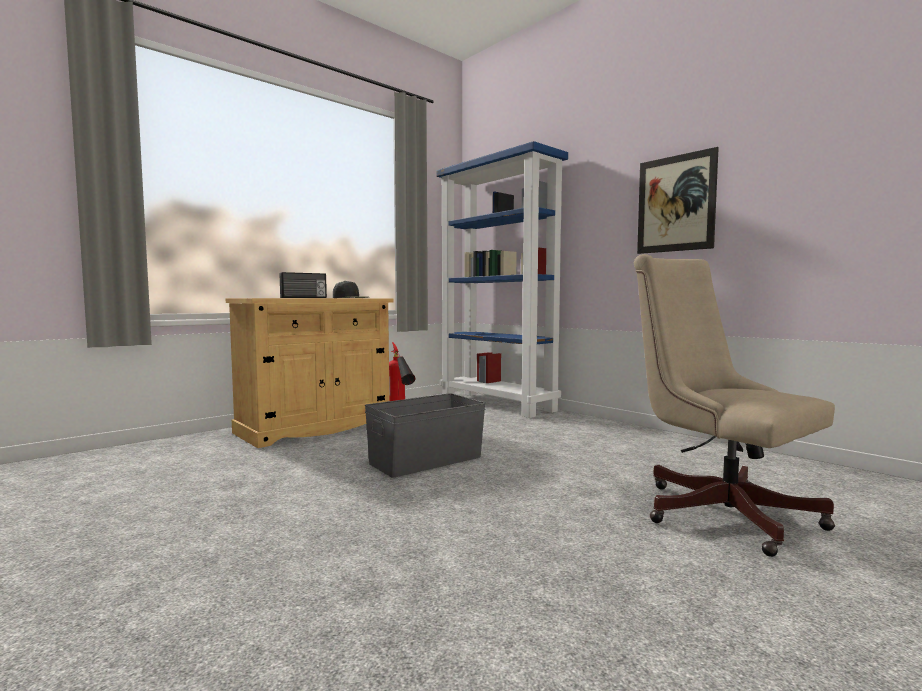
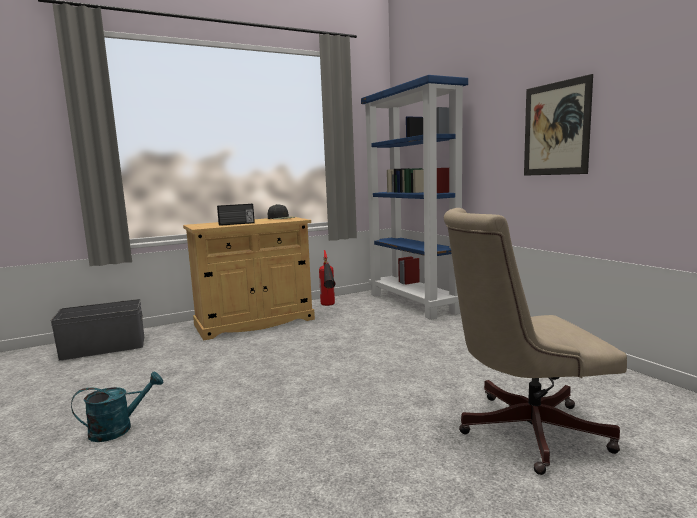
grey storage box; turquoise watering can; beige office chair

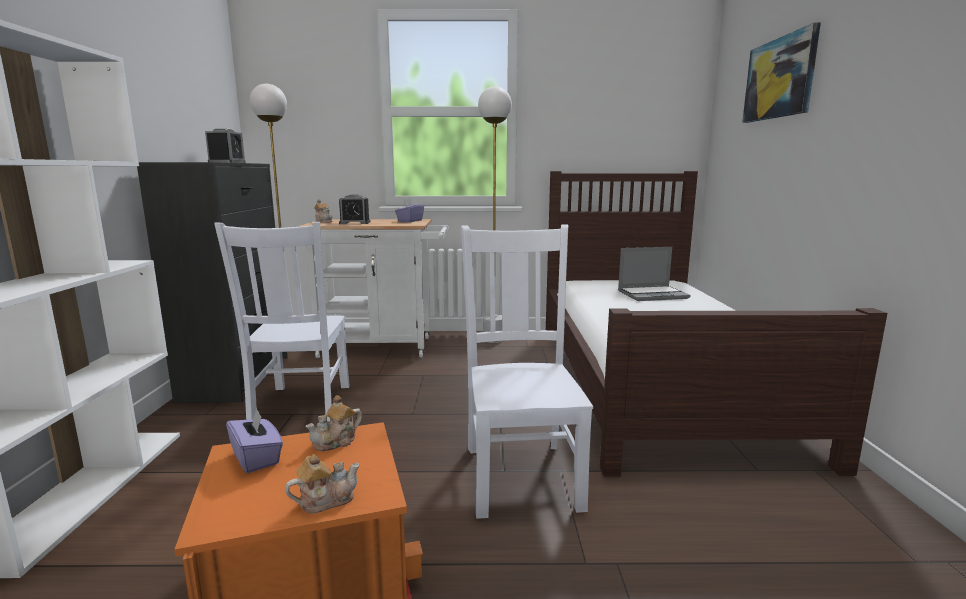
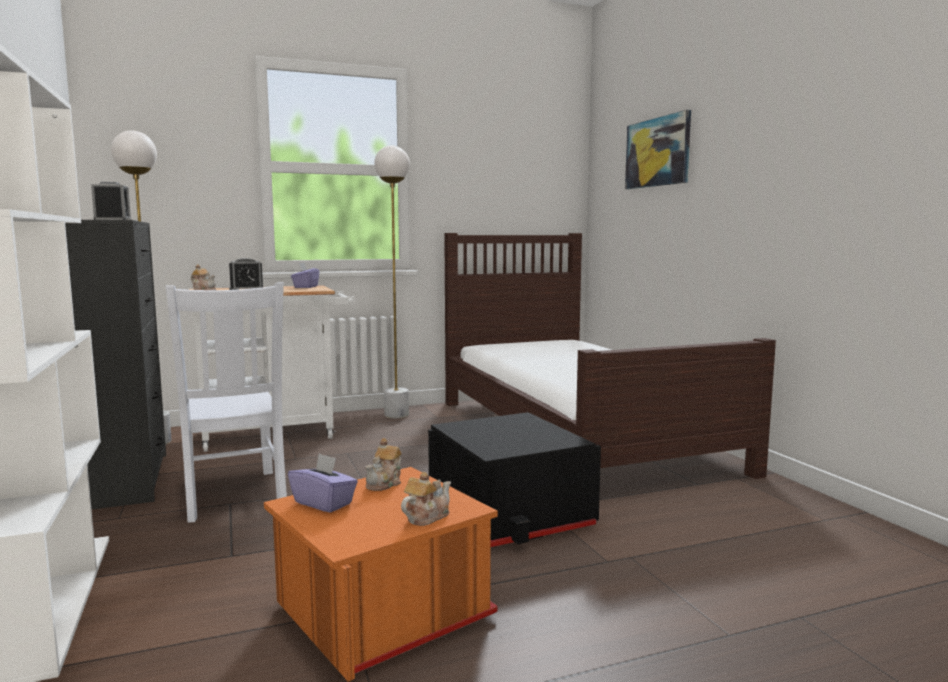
black storage box; laptop

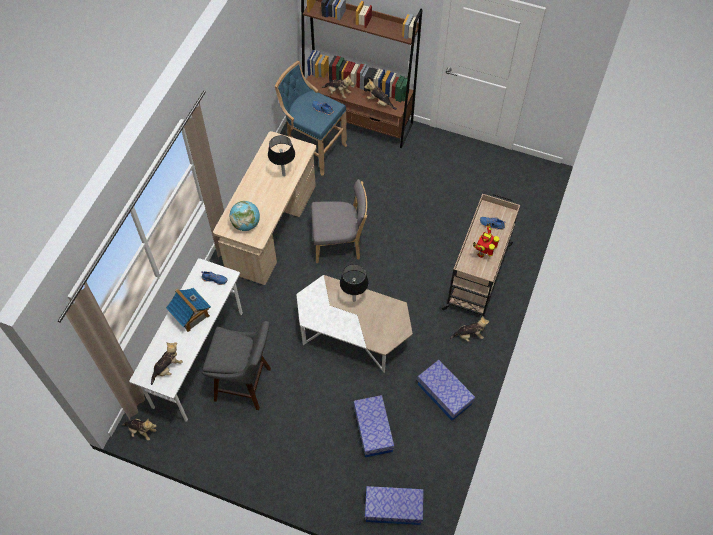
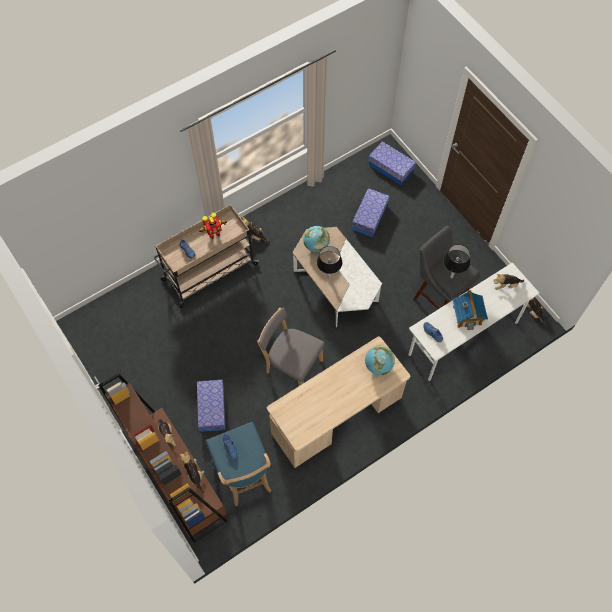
storage box (no. 1 from left); globe (no. 1 from left); black table lamp (no. 2 from left)

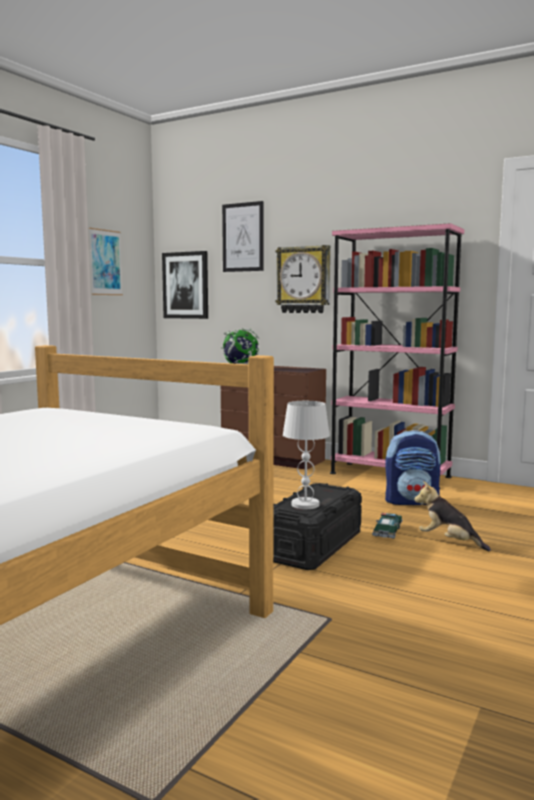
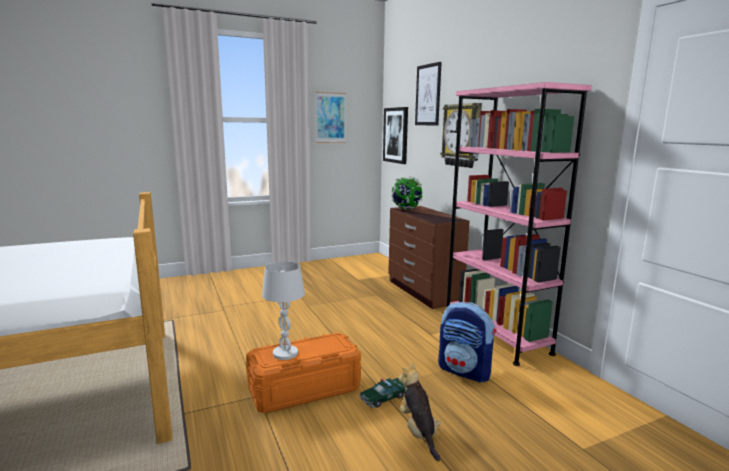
orange storage box

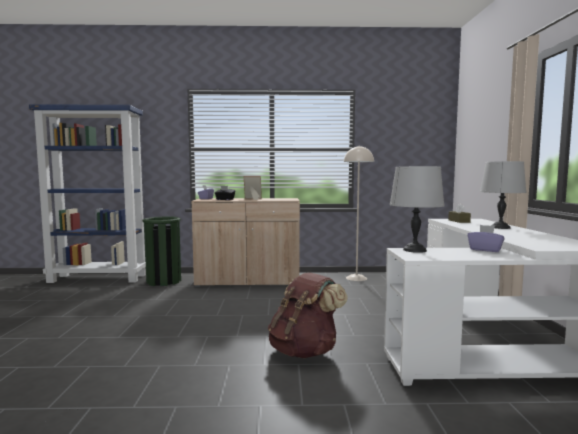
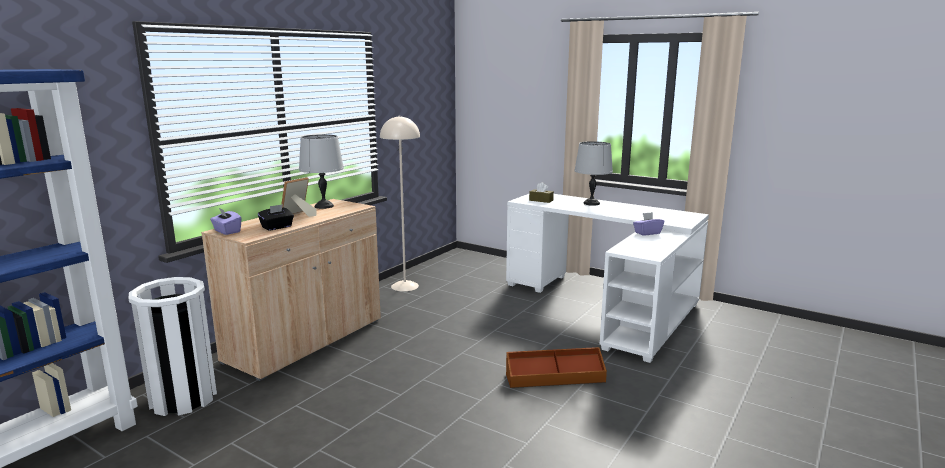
white trash can; grey table lamp (no. 1 from left); brown storage box

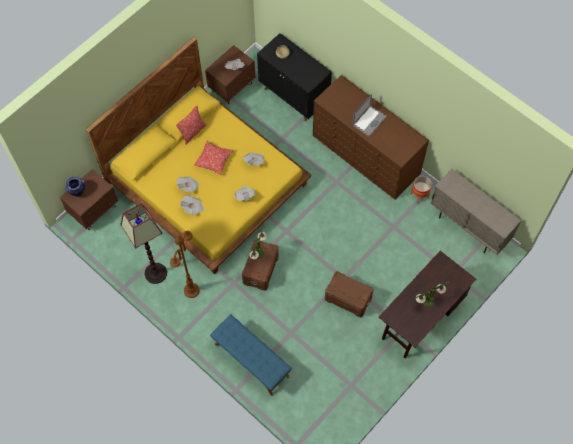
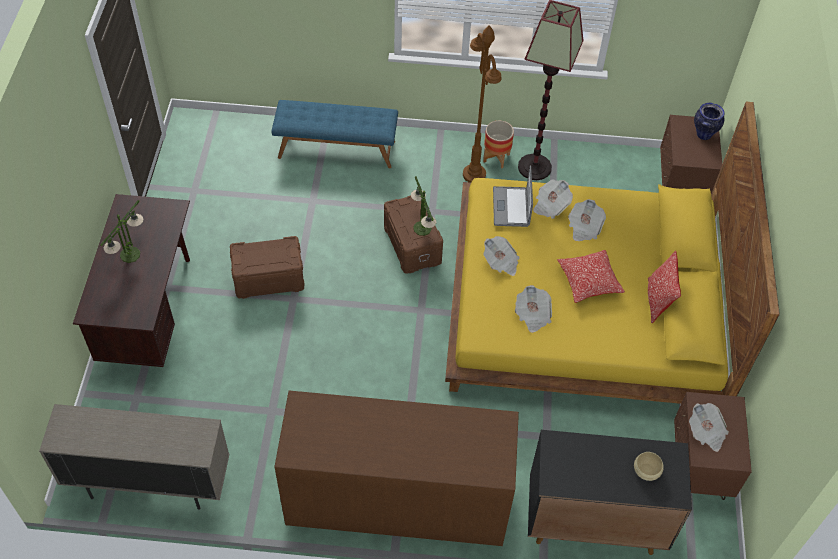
planter; laptop

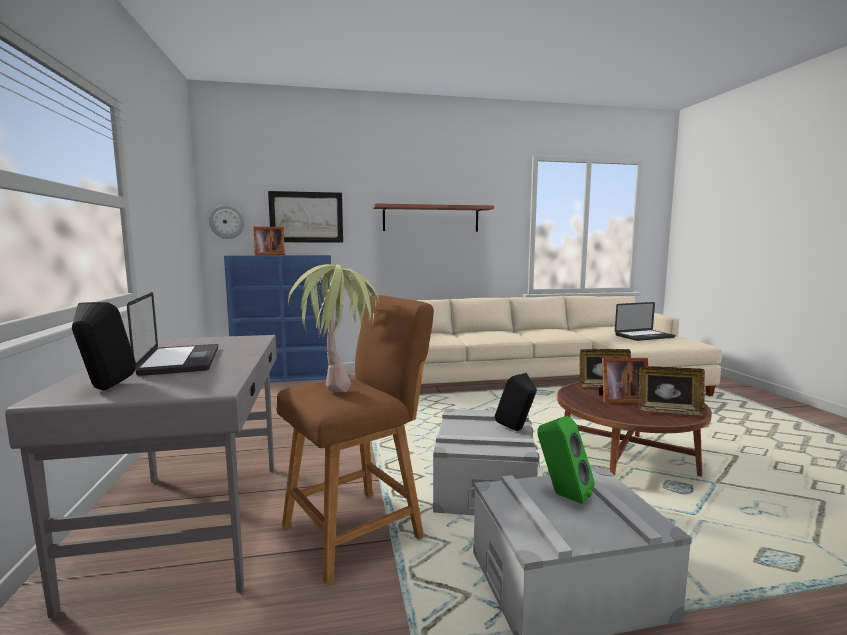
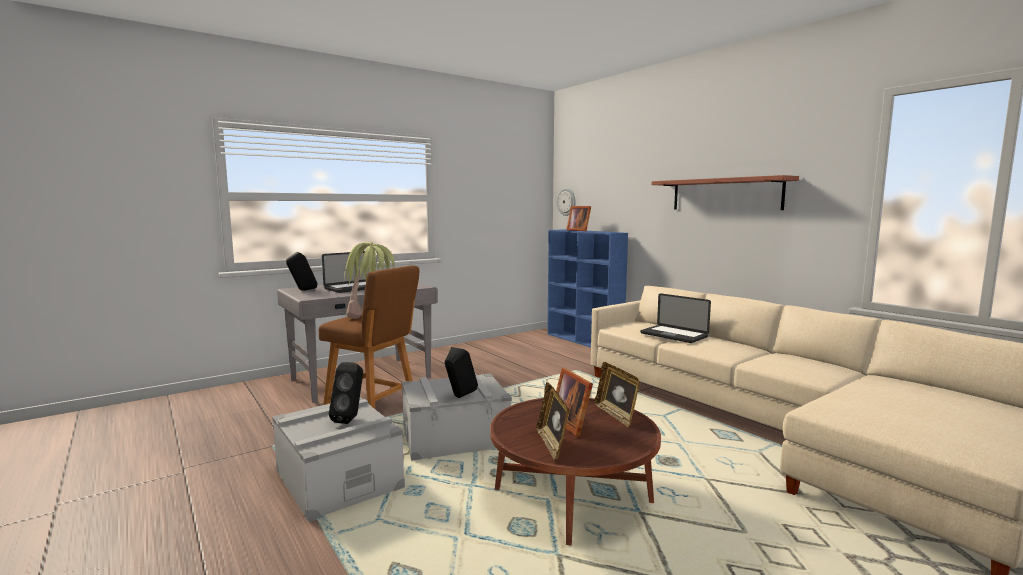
black speaker (no. 2 from left); laptop (no. 2 from left); picture

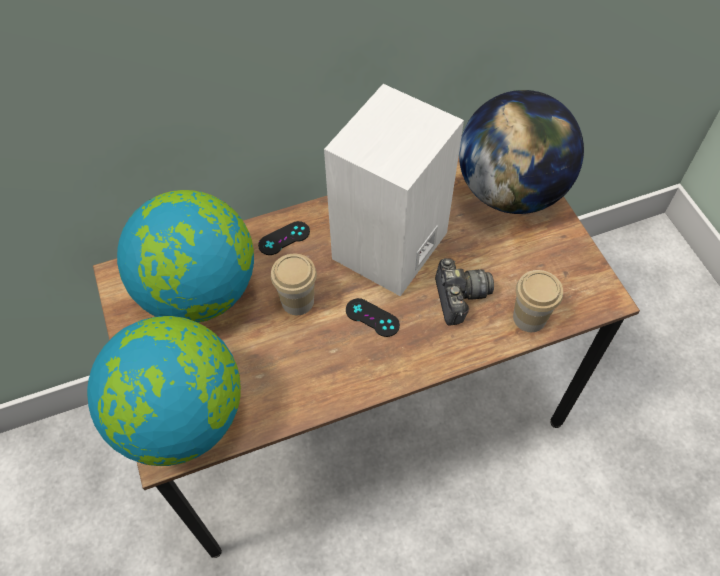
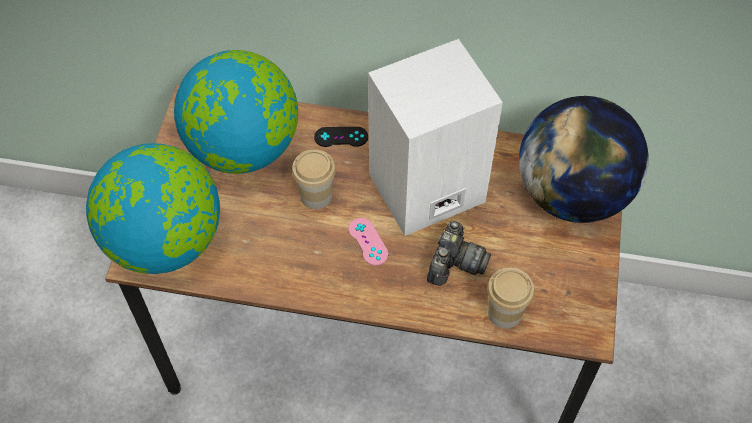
pink game controller

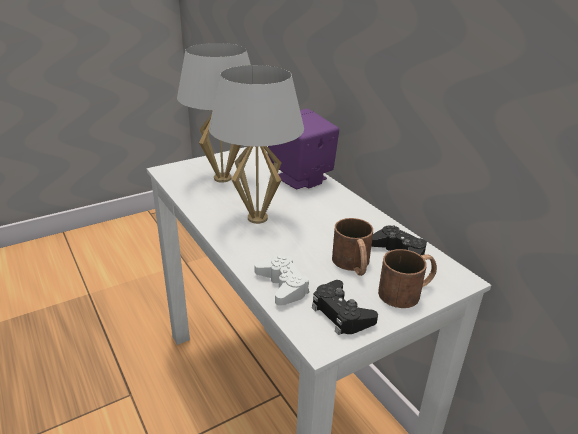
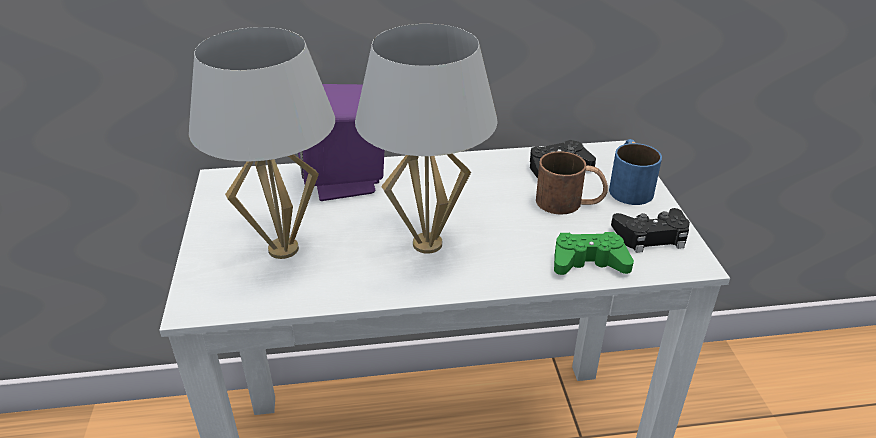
green game controller; blue mug

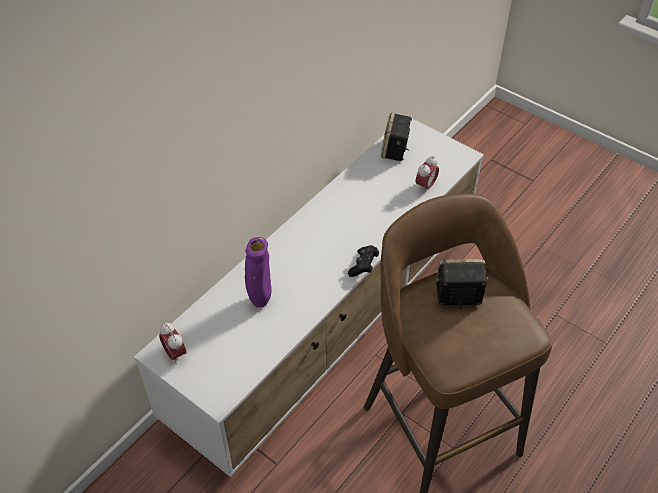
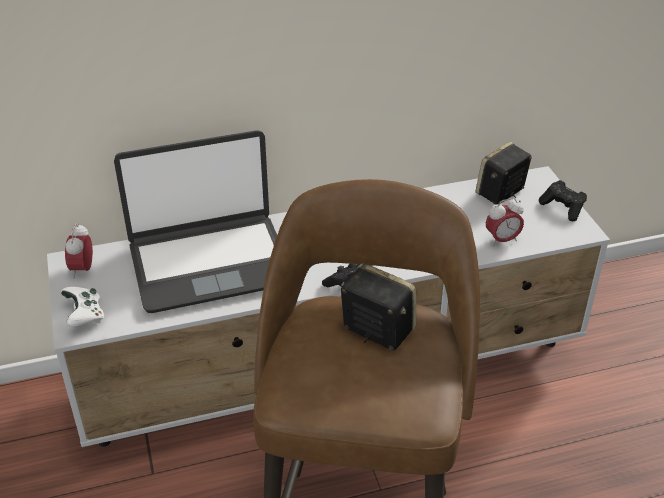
white game controller; laptop; black game controller (no. 2 from left)

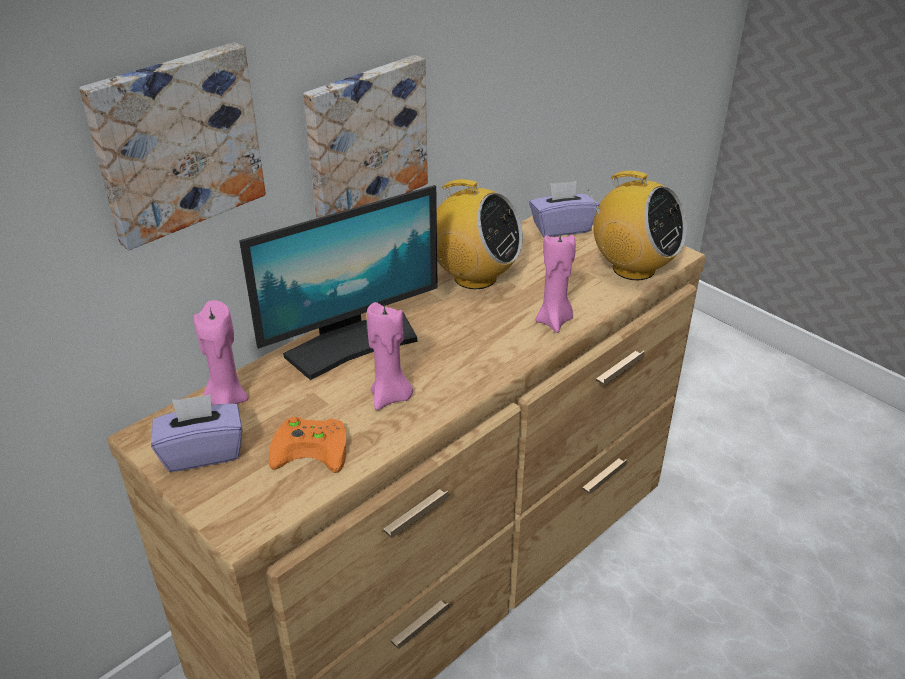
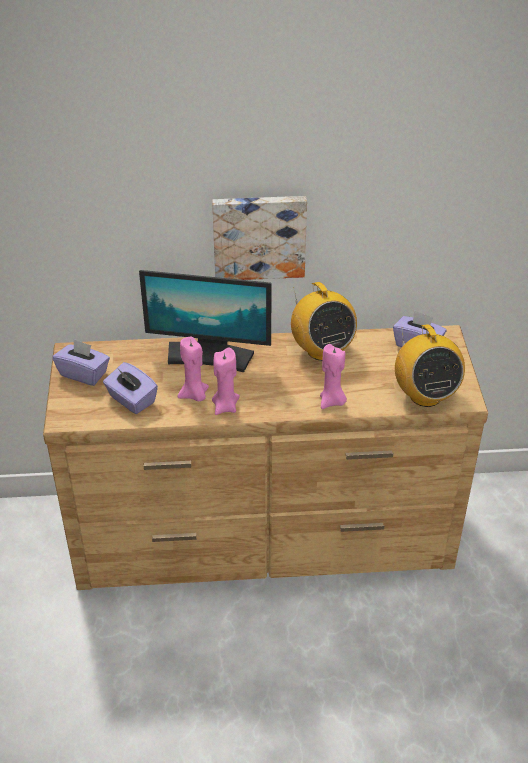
purple tissue box (no. 2 from left); pink candle (no. 2 from left); picture (no. 1 from left in the first image)

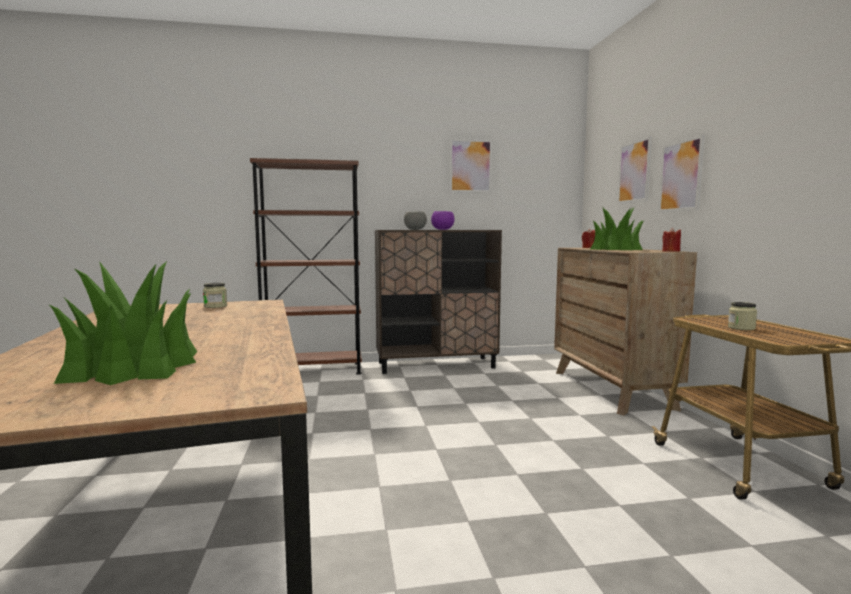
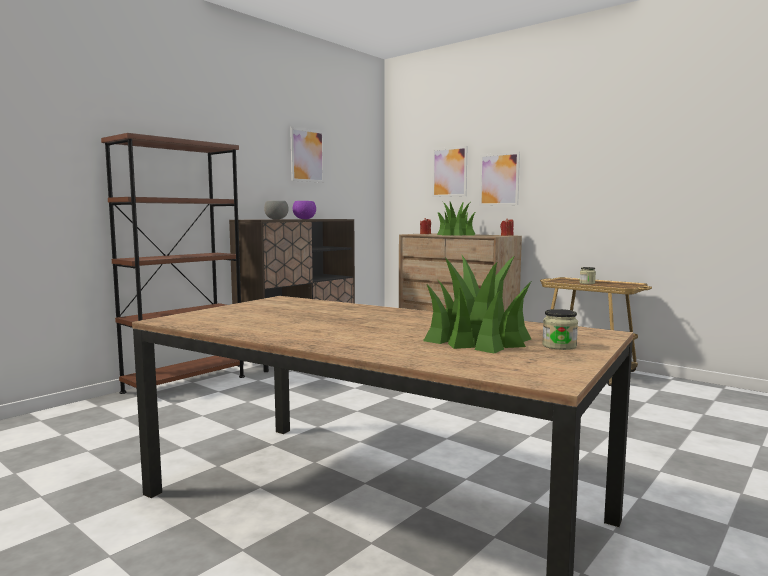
jar (no. 1 from left)

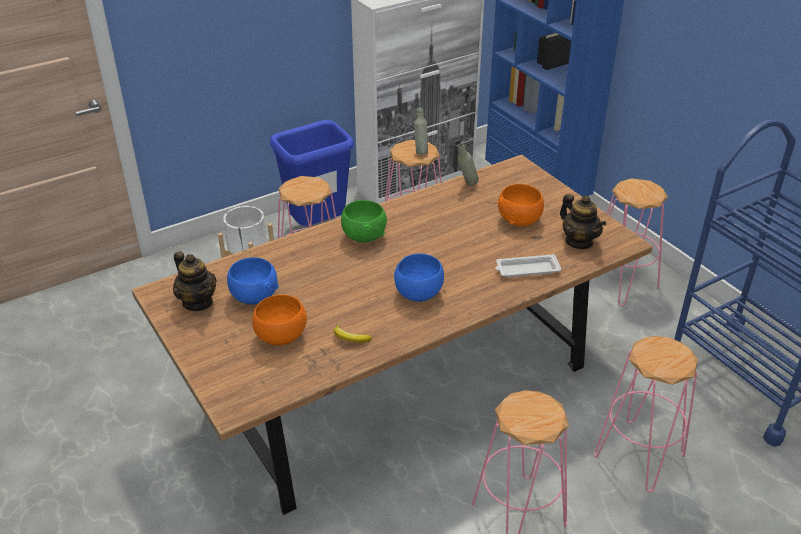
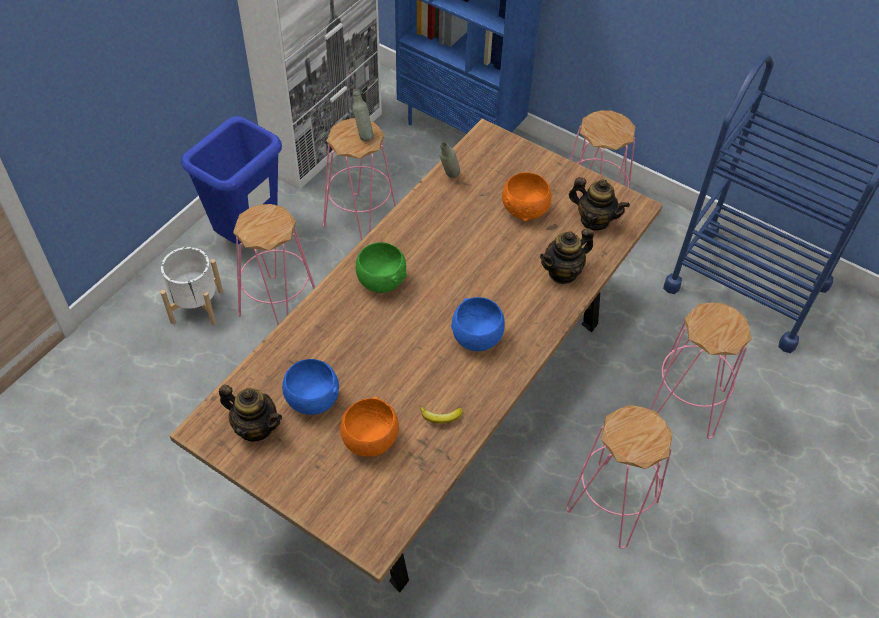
teapot (no. 2 from left)

